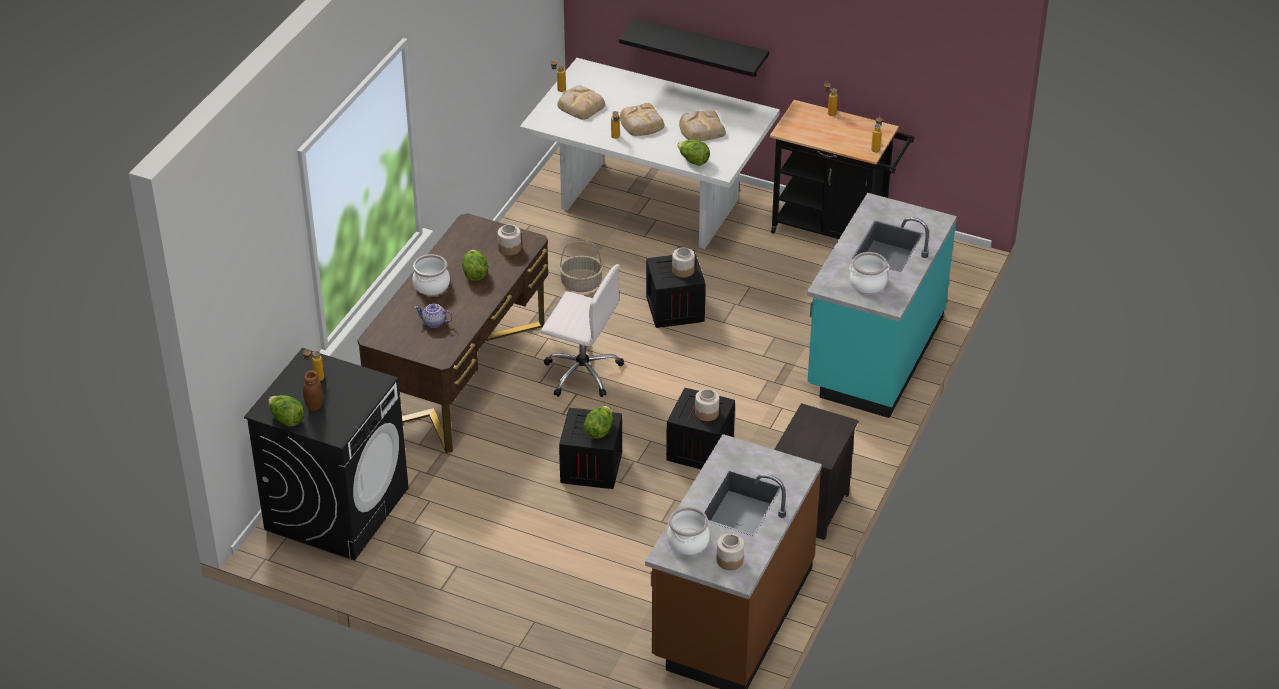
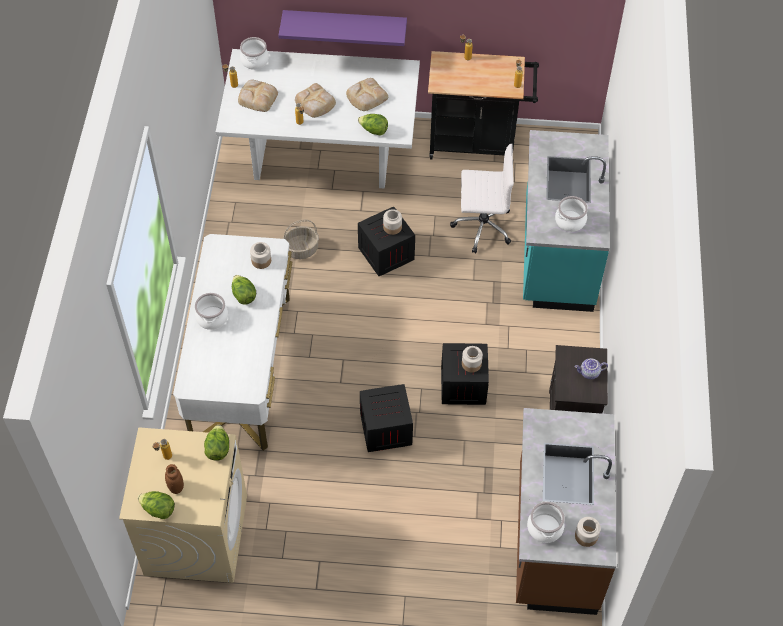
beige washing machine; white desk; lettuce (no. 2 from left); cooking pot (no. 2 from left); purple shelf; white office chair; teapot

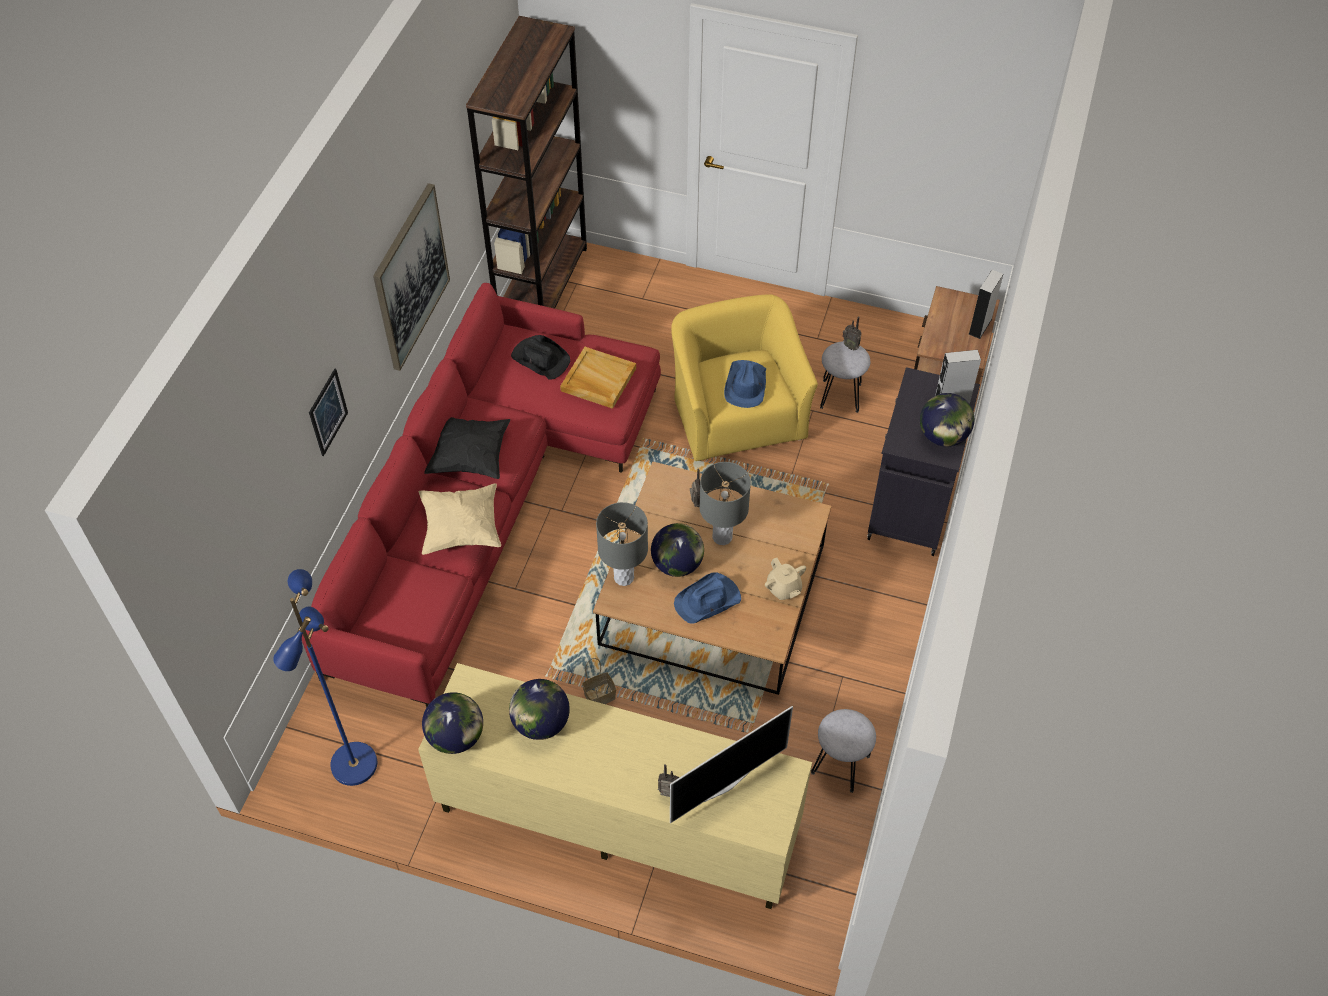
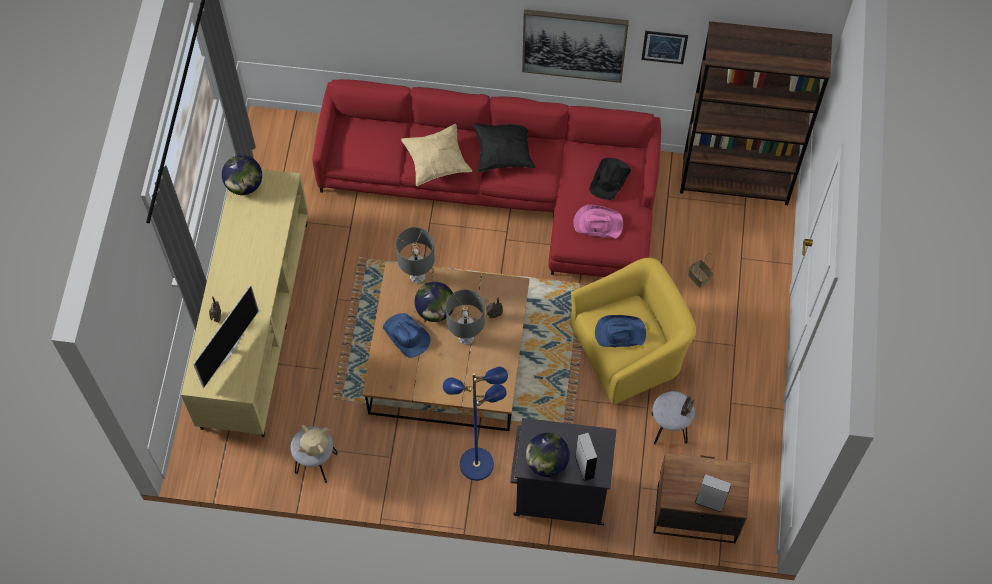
television; beige teapot; blue floor lamp; pink hat; picture (no. 2 from left); basket; globe (no. 2 from left in the first image)

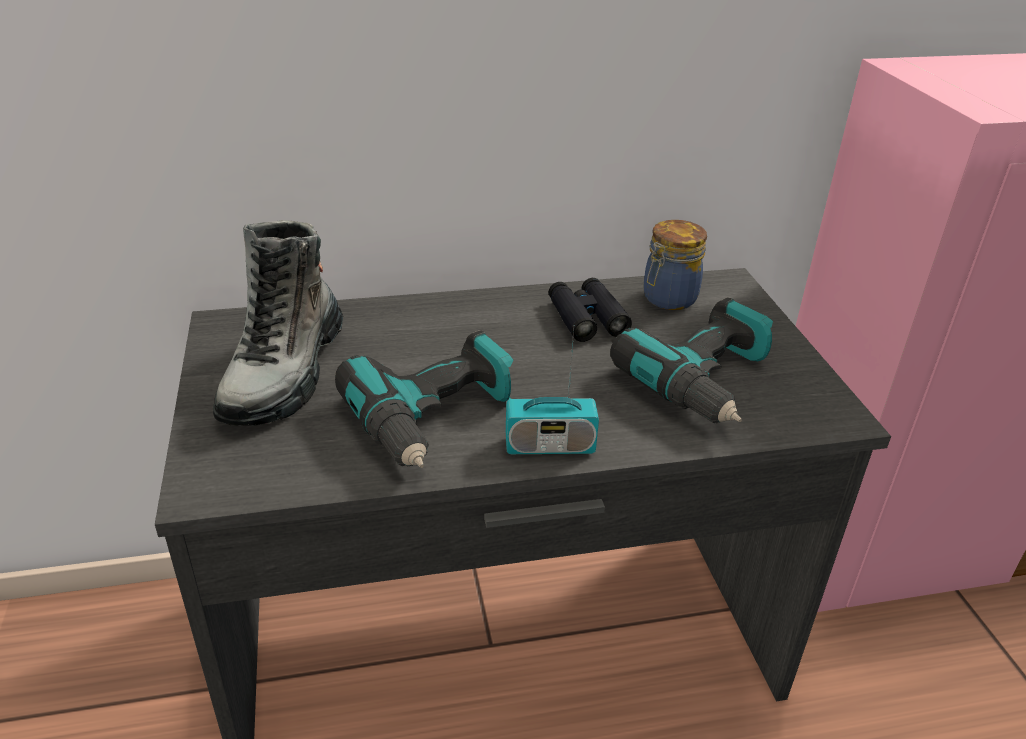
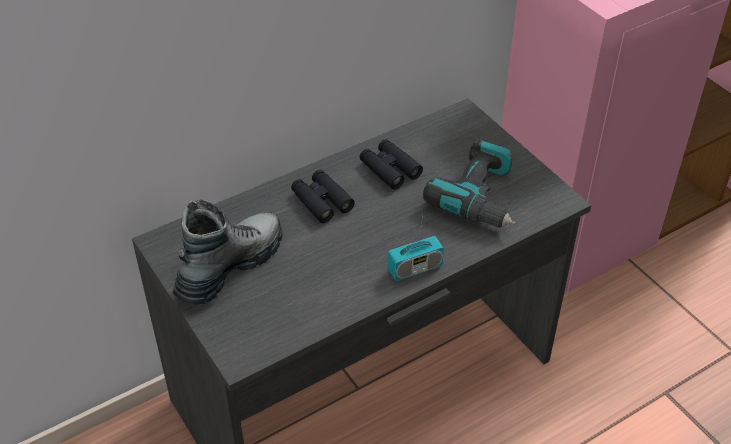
boot; black binoculars (no. 1 from left); power drill (no. 1 from left in the first image); jar

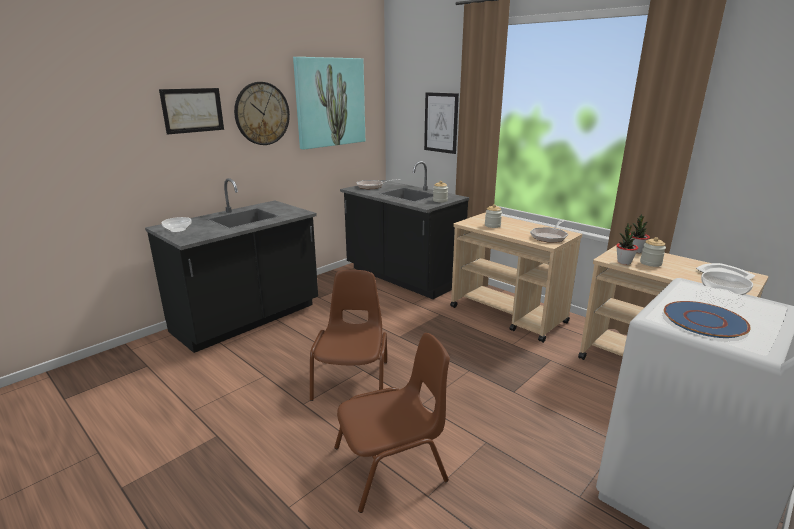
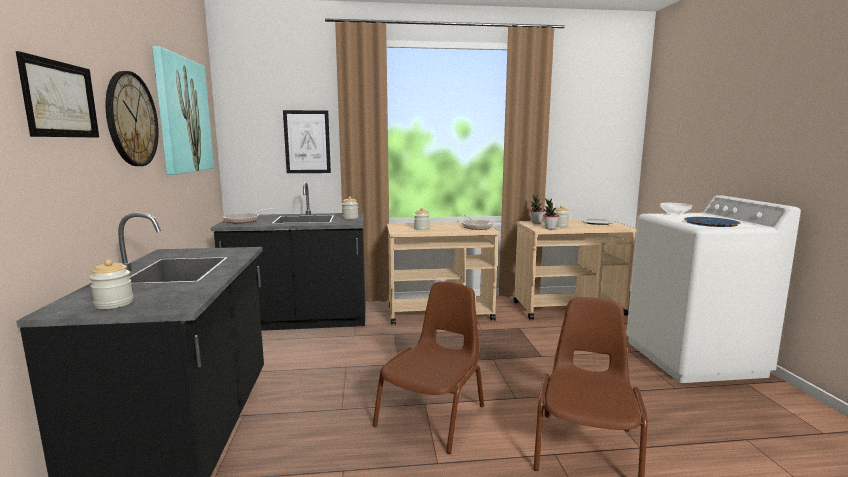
jar (no. 1 from left); brown chair (no. 1 from left)

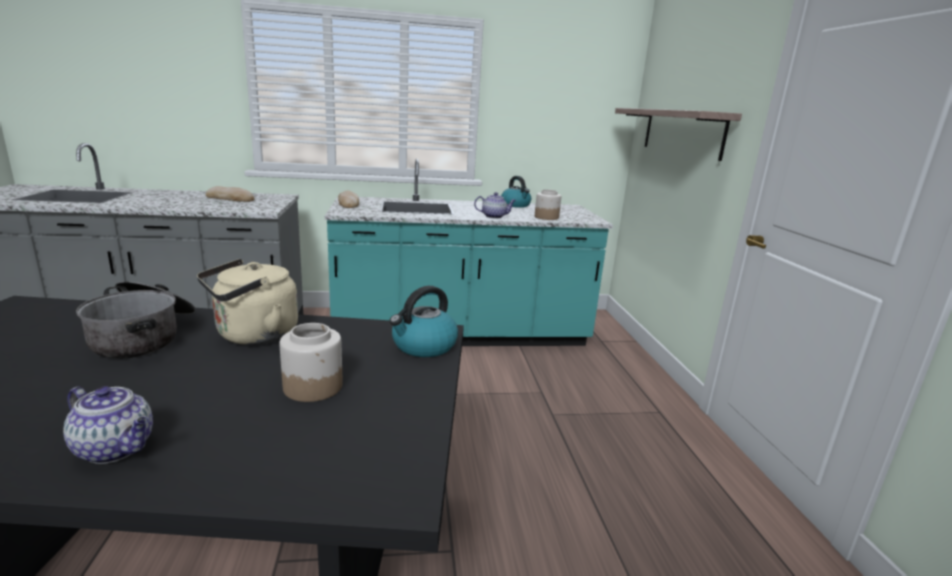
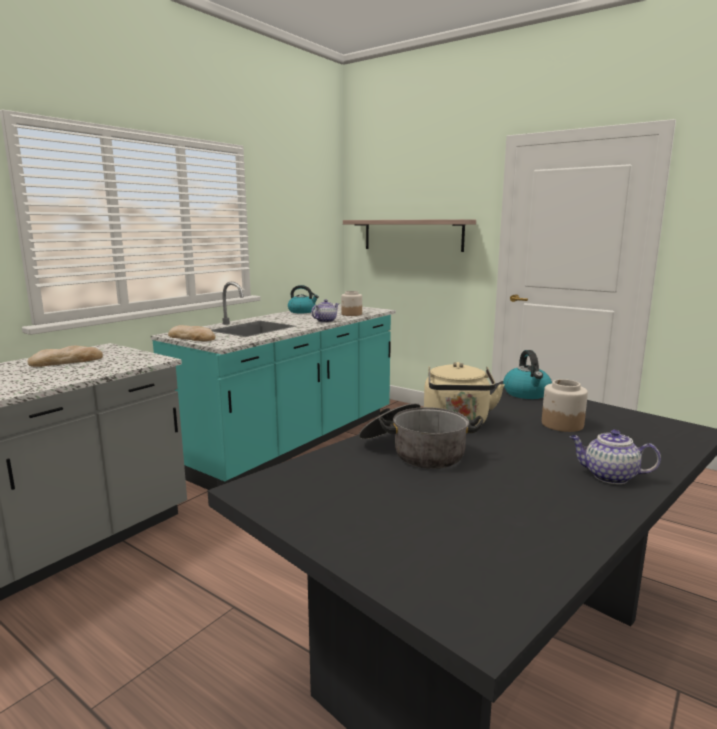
teapot (no. 2 from left)

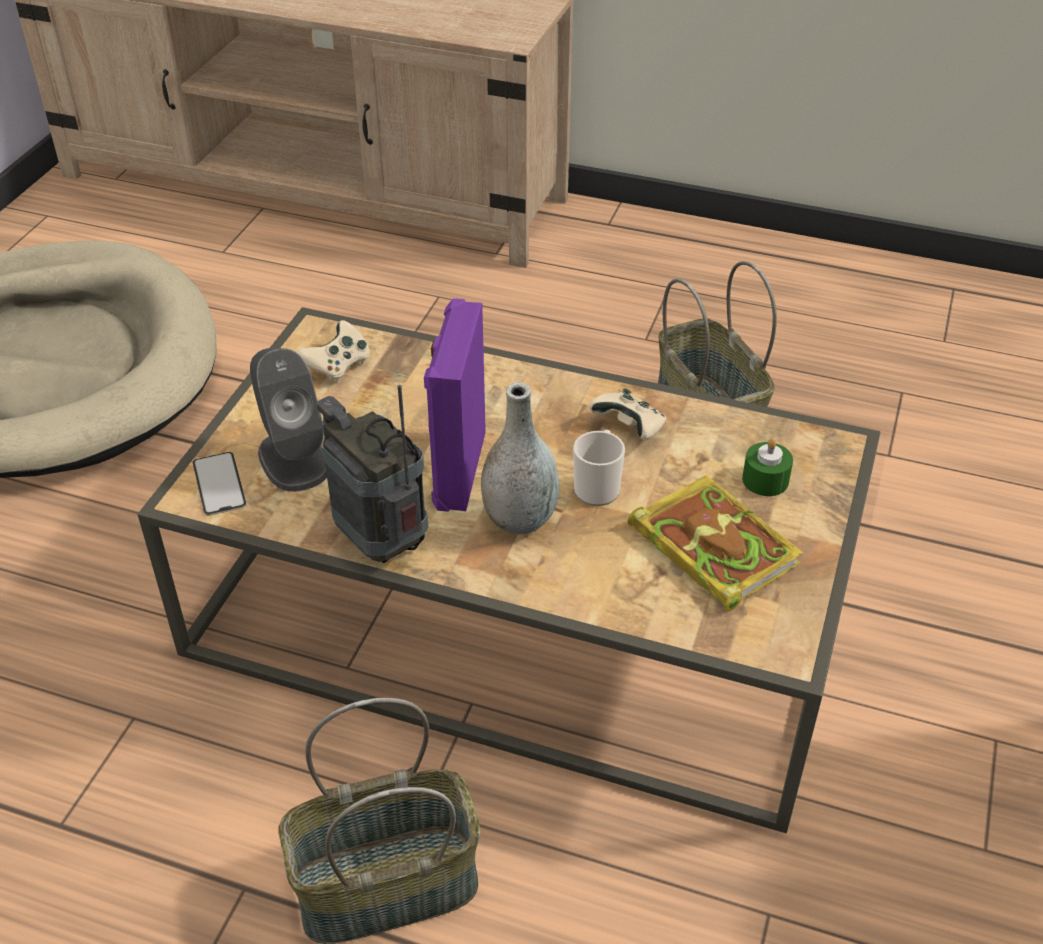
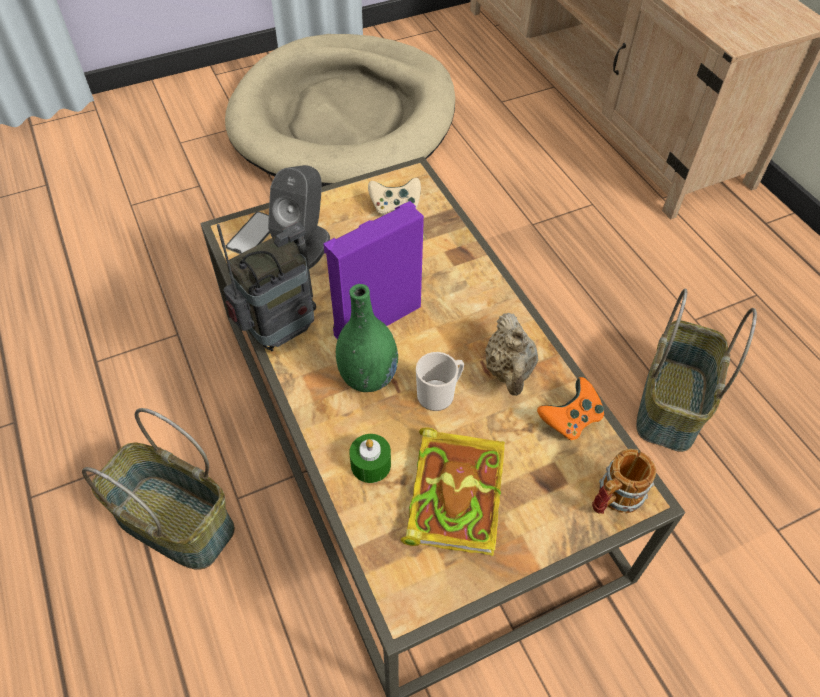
radio; green vase; green candle; beige teapot; orange game controller; mug (no. 2 from left)

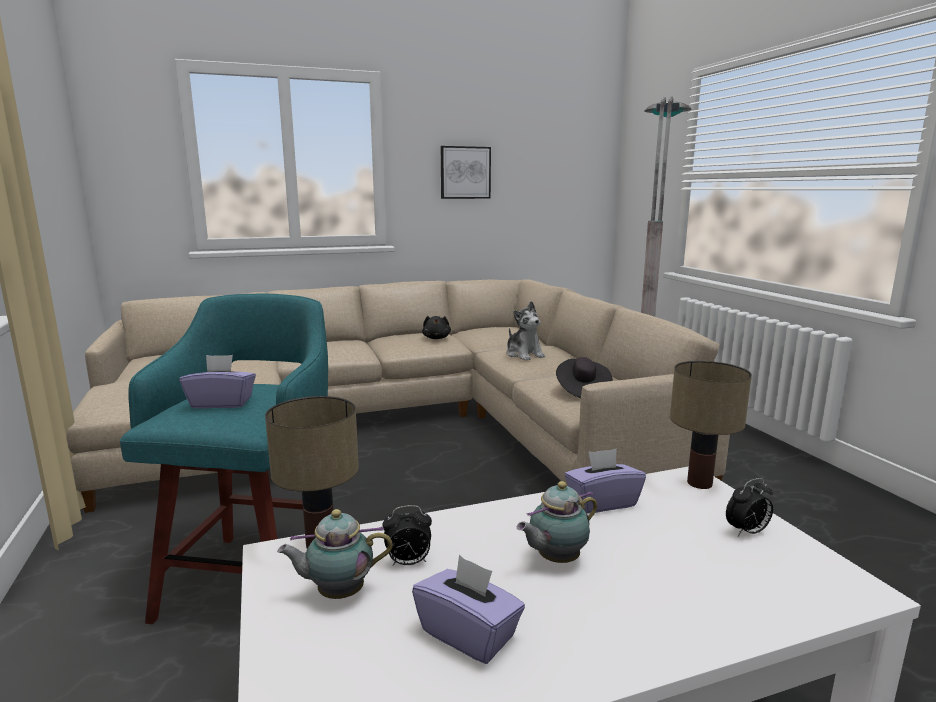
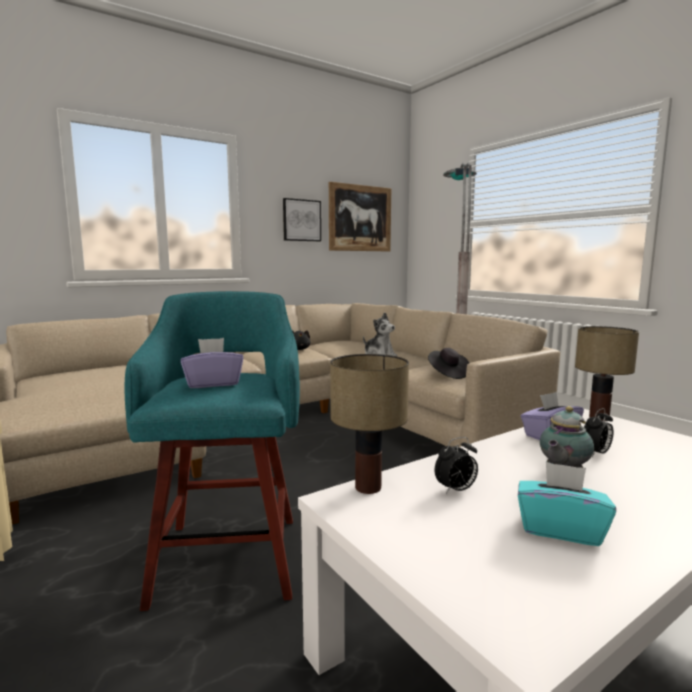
picture (no. 2 from left); turquoise tissue box; alarm clock (no. 2 from left); teapot (no. 1 from left in the first image)

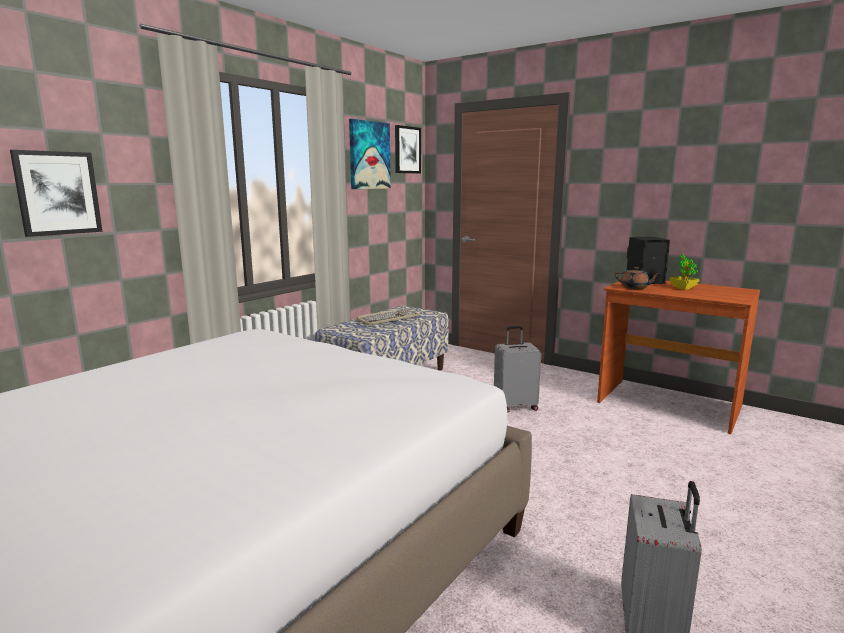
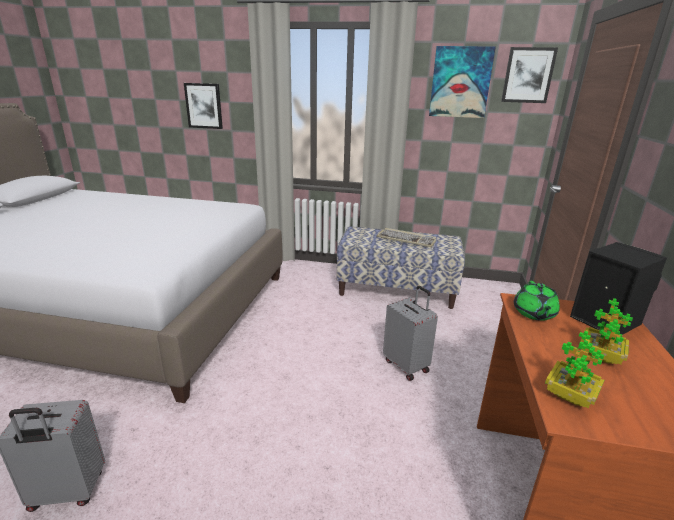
green teapot; potted plant (no. 1 from left)

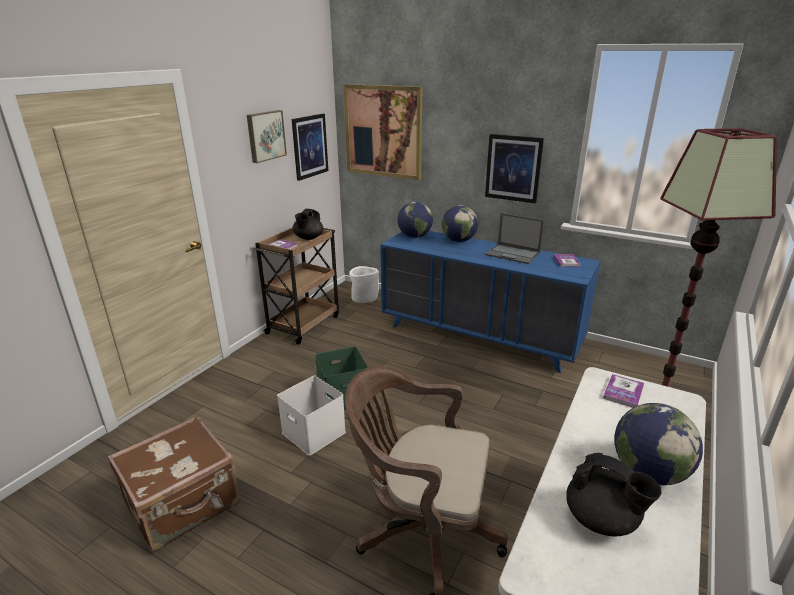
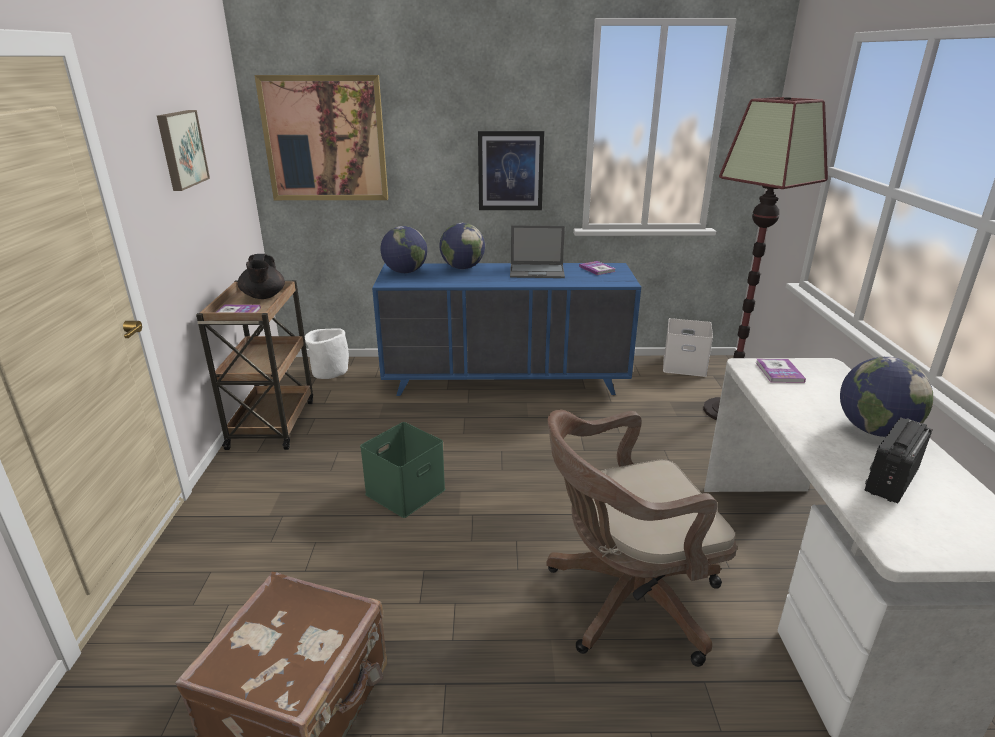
white storage box; radio; picture (no. 2 from left in the first image)

